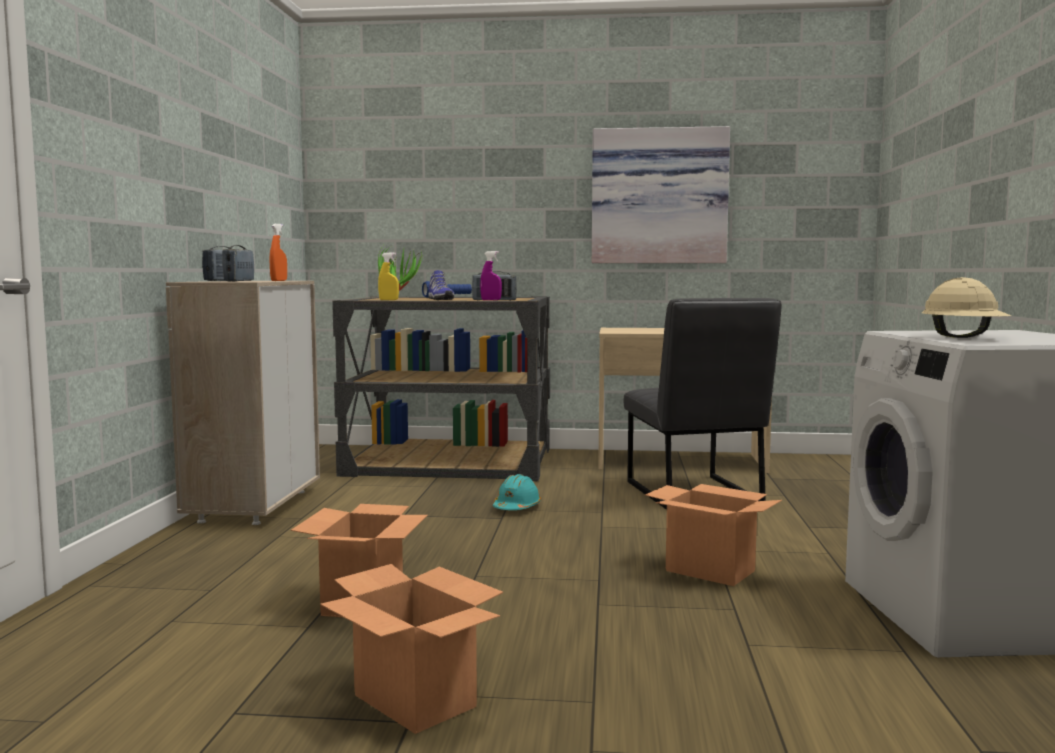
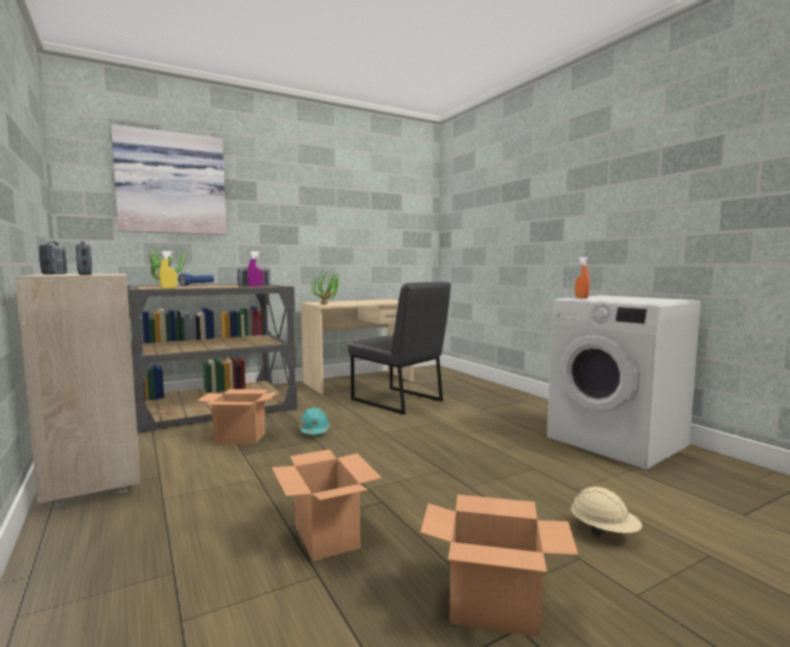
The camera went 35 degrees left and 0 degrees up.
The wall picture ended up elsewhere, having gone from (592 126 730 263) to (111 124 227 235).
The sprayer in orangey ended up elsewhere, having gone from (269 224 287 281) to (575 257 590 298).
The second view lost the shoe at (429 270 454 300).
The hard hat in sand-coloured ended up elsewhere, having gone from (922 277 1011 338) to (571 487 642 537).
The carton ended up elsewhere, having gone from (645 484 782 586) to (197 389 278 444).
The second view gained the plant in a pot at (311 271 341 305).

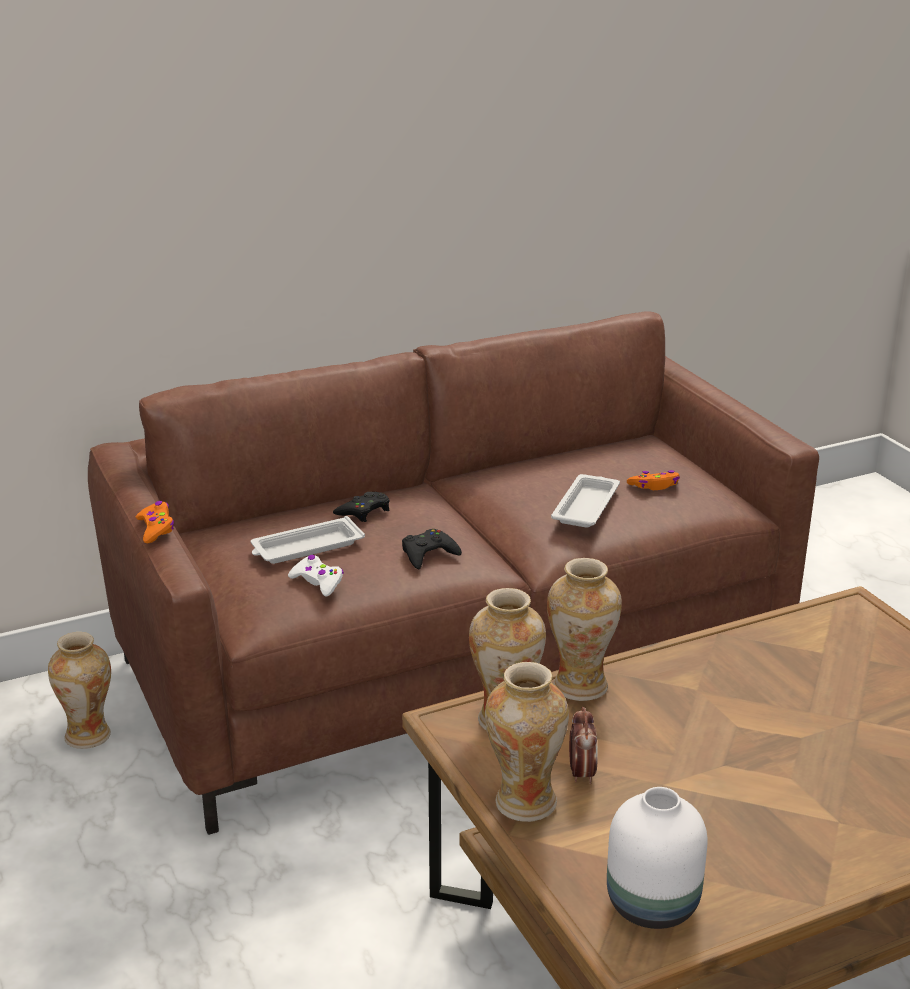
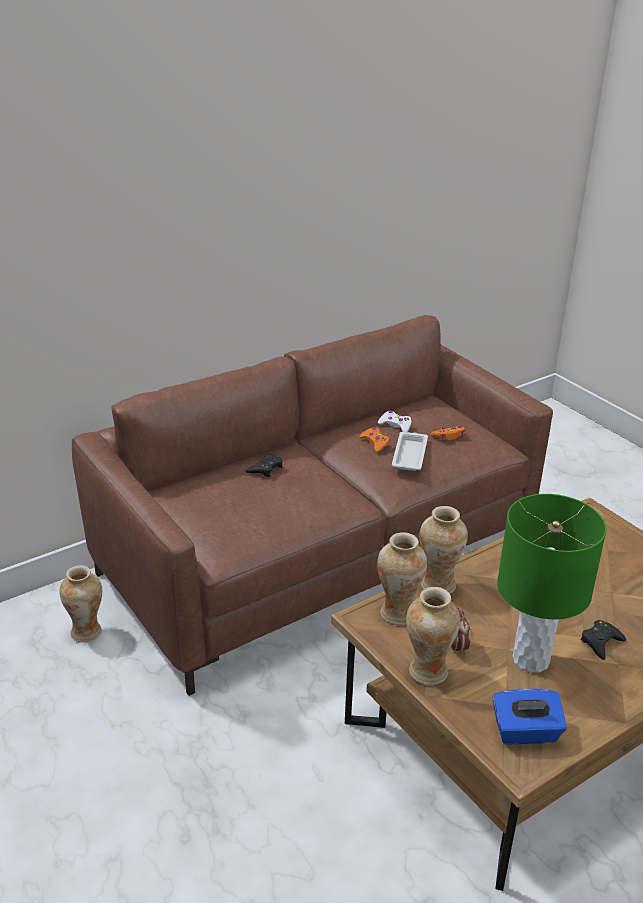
The camera went 10 degrees left and 5 degrees up.
The gamepad in orangey ended up elsewhere, having gone from (136 501 174 543) to (360 427 390 452).
The second view lost the serving tray in white at (251 516 365 564).
The gamepad in black-coloured ended up elsewhere, having gone from (402 529 462 569) to (581 620 626 660).
The gamepad in white ended up elsewhere, having gone from (288 555 344 596) to (378 410 412 432).
Where the decorative vase in white stood at (607 787 707 929), the box of tissues in blue came to stand at (493 689 567 745).
The second view gained the lamp for a table in green-coloured at (497 494 607 673).

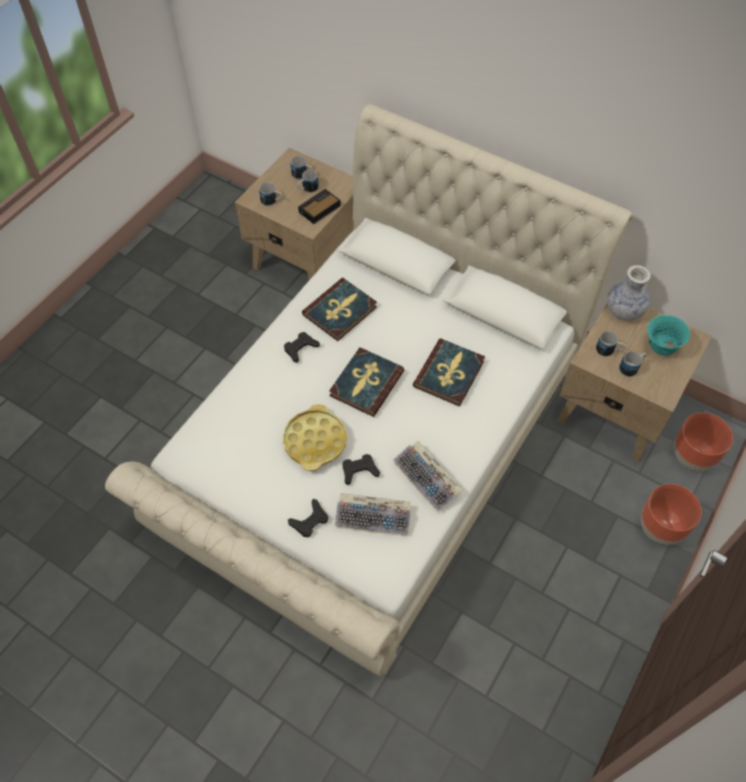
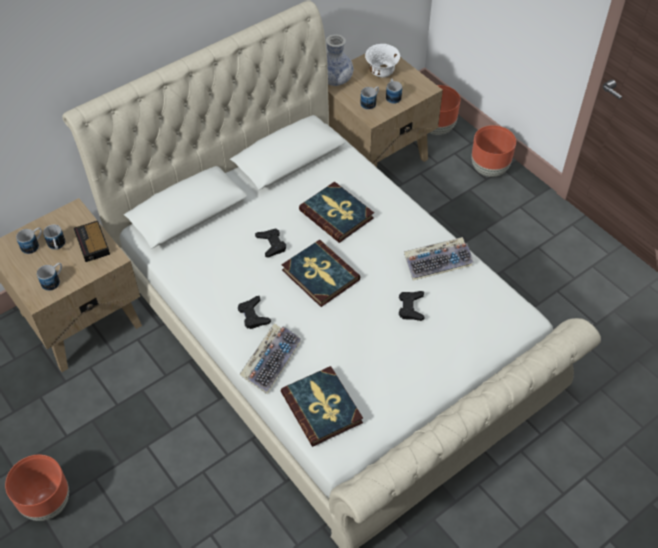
The camera went 70 degrees left and 5 degrees down.
The volume ended up elsewhere, having gone from (302 278 377 341) to (281 366 363 447).
What was the serving bowl in turquoise-coloured at (647 315 690 355) turned into the serving bowl in white at (365 44 400 78).
The second view lost the serving tray in yellowish at (282 404 347 471).
The PC keyboard ended up elsewhere, having gone from (334 493 411 536) to (239 323 301 394).
The gamepad in black-coloured ended up elsewhere, having gone from (288 498 328 538) to (255 229 286 258).
The second view gained the planter in brownish at (5 455 69 521).

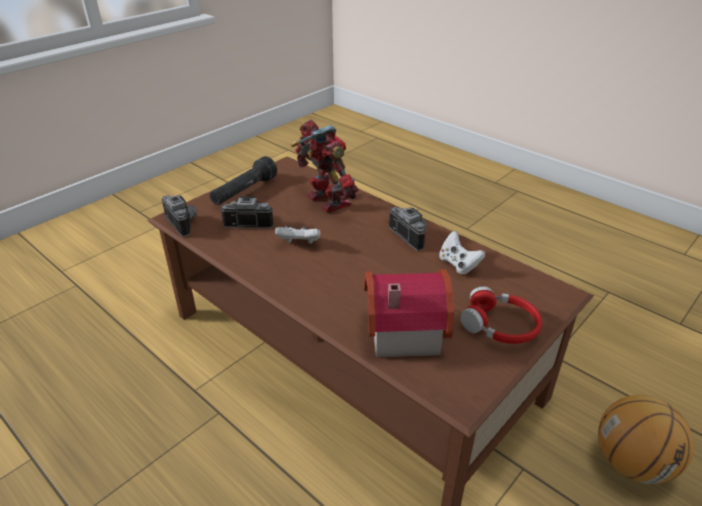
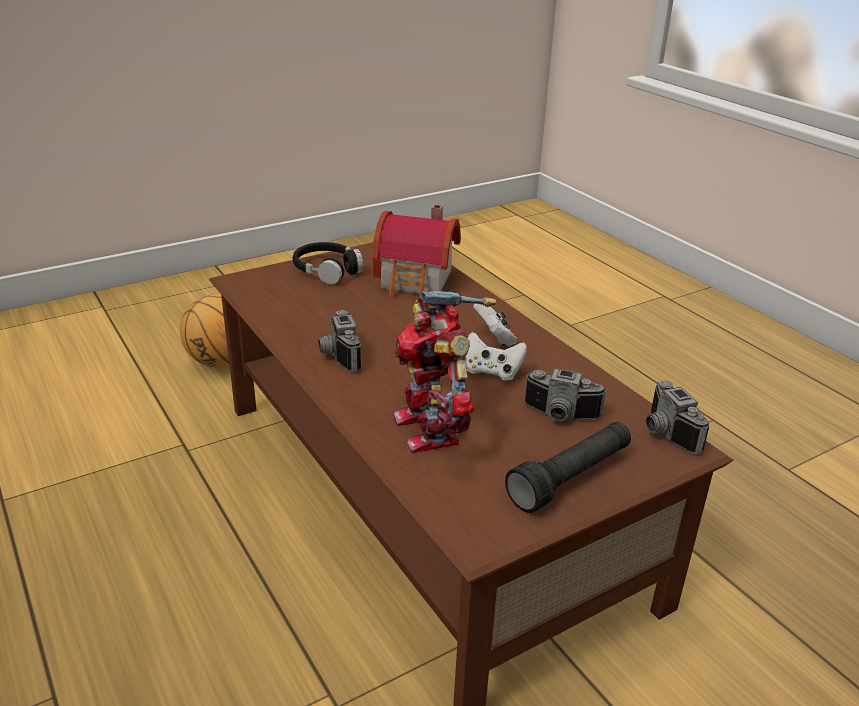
The camera went 165 degrees left and 5 degrees down.
The gamepad in white ended up elsewhere, having gone from (439 231 485 274) to (473 304 517 346).
What was the headphones in red-coloured at (460 286 542 344) turned into the headphones in black-coloured at (293 242 363 285).

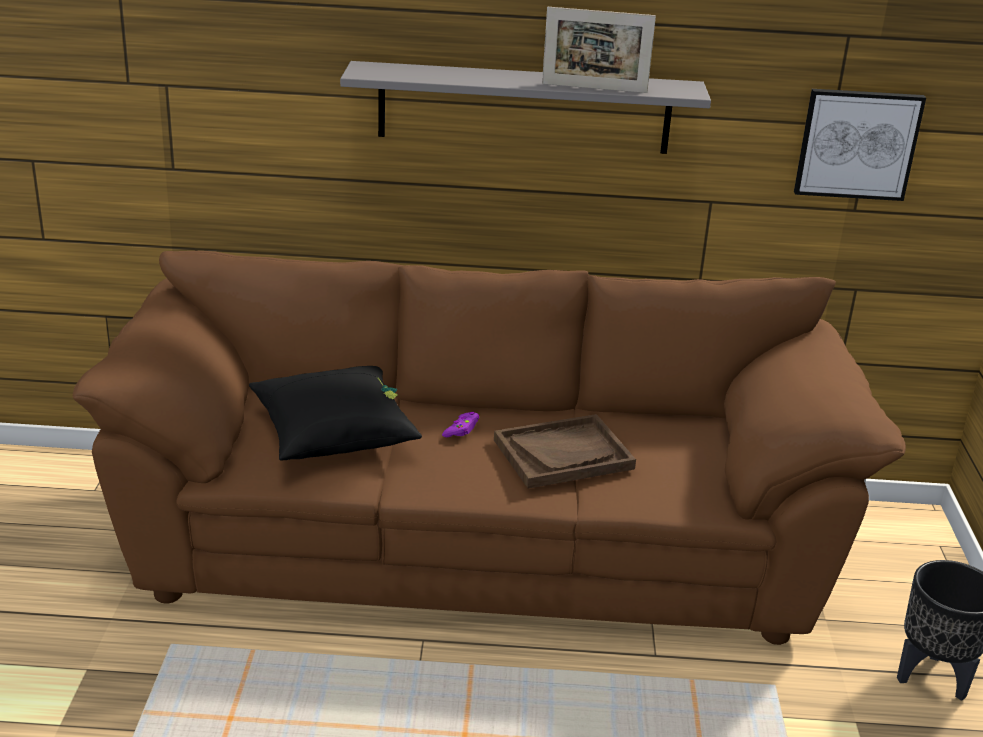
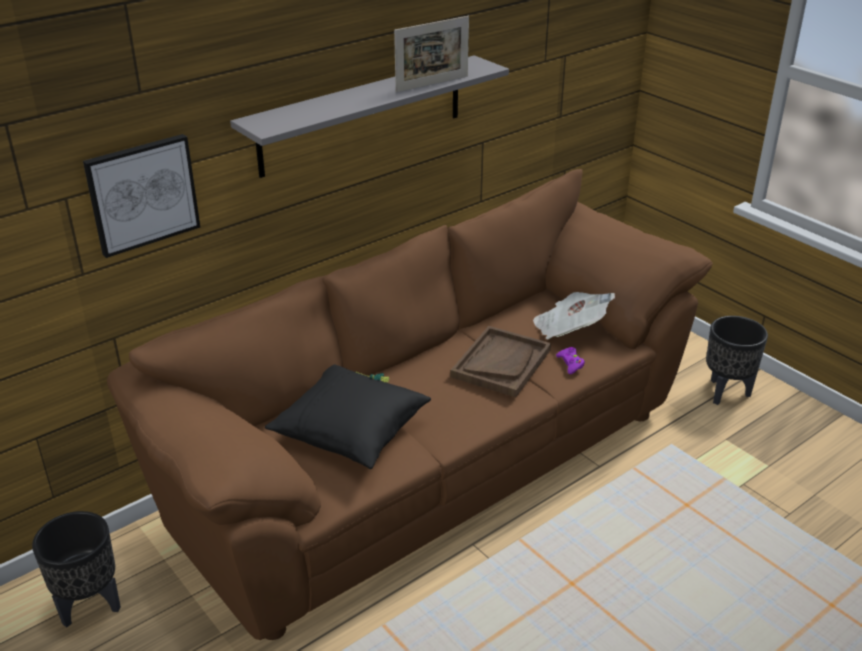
The camera went 40 degrees left and 5 degrees up.
The wall picture ended up elsewhere, having gone from (794 89 926 201) to (83 134 200 258).
The gamepad in purple-coloured ended up elsewhere, having gone from (442 412 479 437) to (556 347 585 374).
The second view gained the newspaper at (533 292 615 340).
The second view gained the planter in black-coloured at (32 511 121 628).

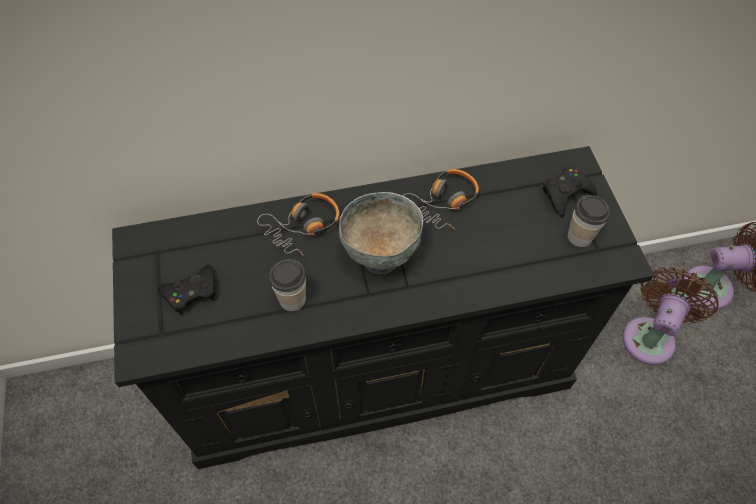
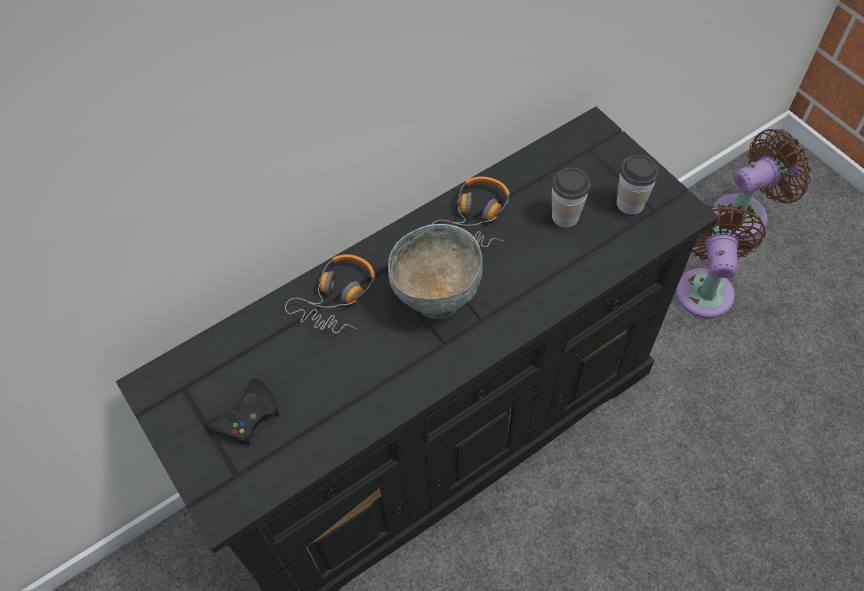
The camera went 20 degrees left and 0 degrees up.
The second view lost the gamepad in black-coloured at (542 167 597 217).
The small cup ended up elsewhere, having gone from (269 259 306 311) to (552 168 590 228).

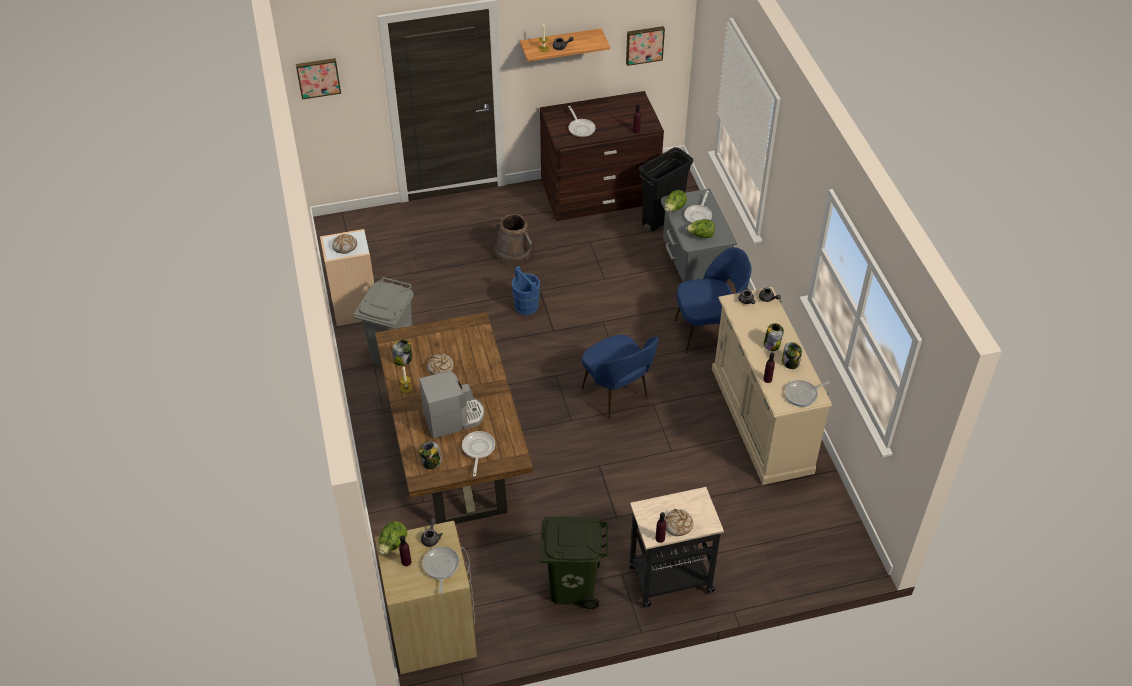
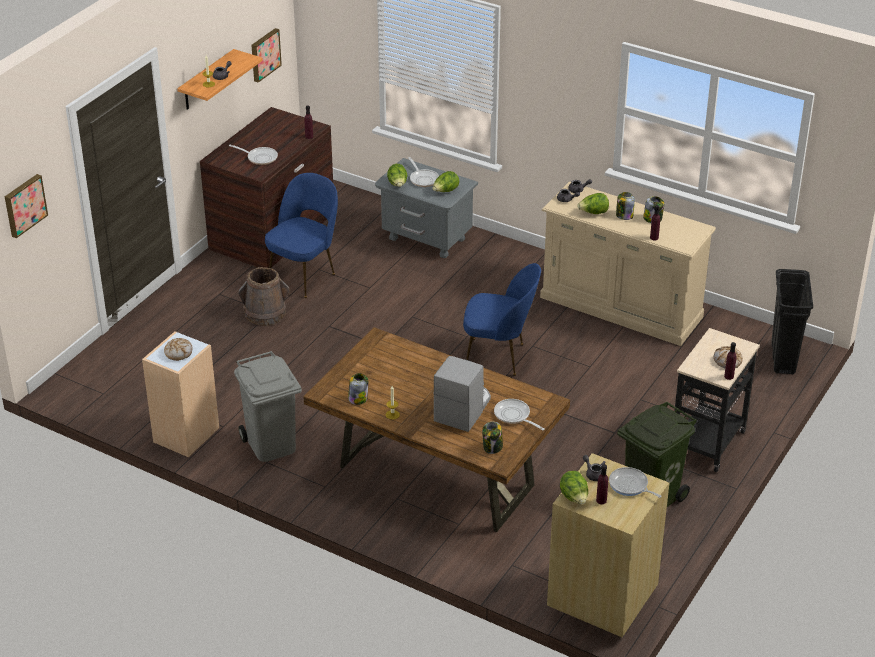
The camera went 45 degrees left and 10 degrees down.
The trash can in black-coloured ended up elsewhere, having gone from (639 147 693 232) to (771 269 813 374).
The plain chair in blue ended up elsewhere, having gone from (674 247 752 353) to (265 173 338 298).
The second view lost the pail in blue at (512 266 540 315).
The second view lost the bakery bread at (427 353 454 375).
The second view lost the frying pan at (785 380 830 407).
The second view gained the lettuce head at (577 193 609 214).

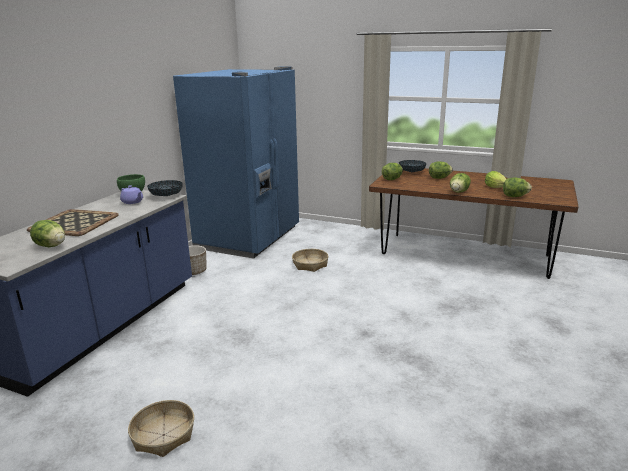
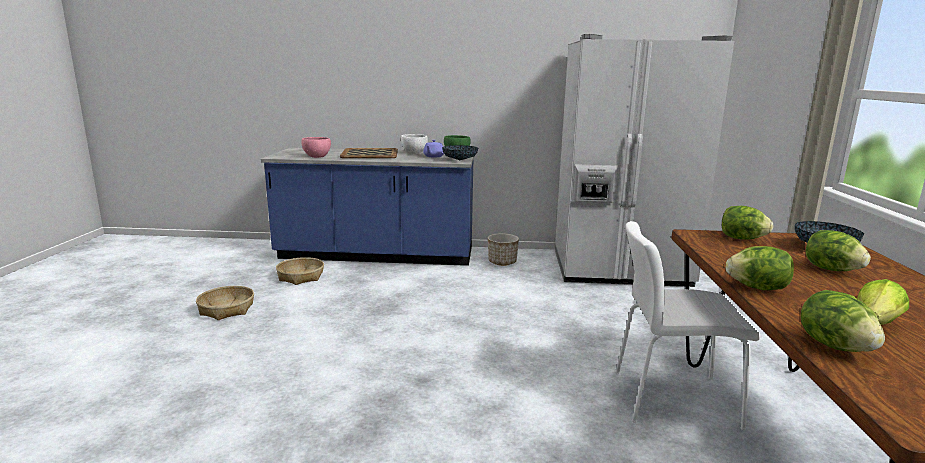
The camera went 70 degrees right and 5 degrees down.
What was the fridge in blue at (173 66 299 259) turned into the fridge in white at (555 34 734 287).
Where the lettuce head stood at (30 220 65 247), the serving bowl in pink-coloured came to stand at (301 137 331 158).
The storage basket ended up elsewhere, having gone from (292 249 328 272) to (276 257 324 285).
The second view gained the serving bowl in white at (401 134 428 154).
The second view gained the plain chair in white at (615 221 760 431).

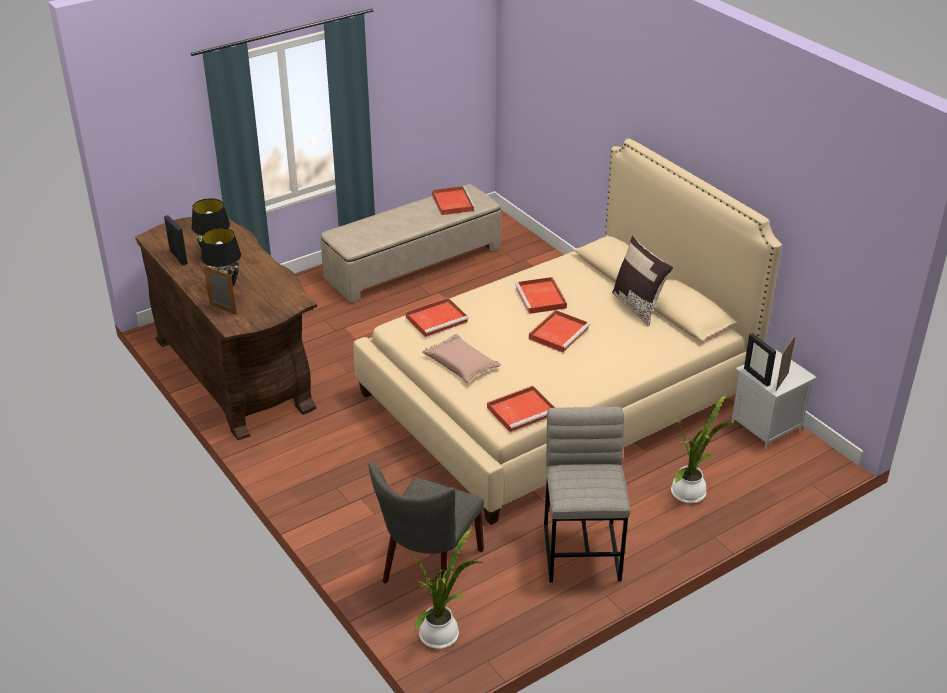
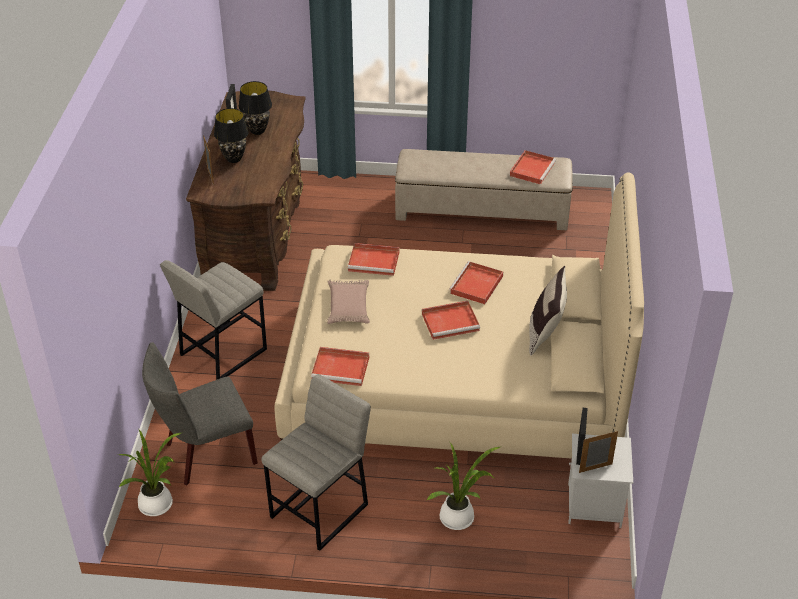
The camera went 40 degrees right and 5 degrees up.
The second view gained the plain chair in grey at (160 260 267 380).

